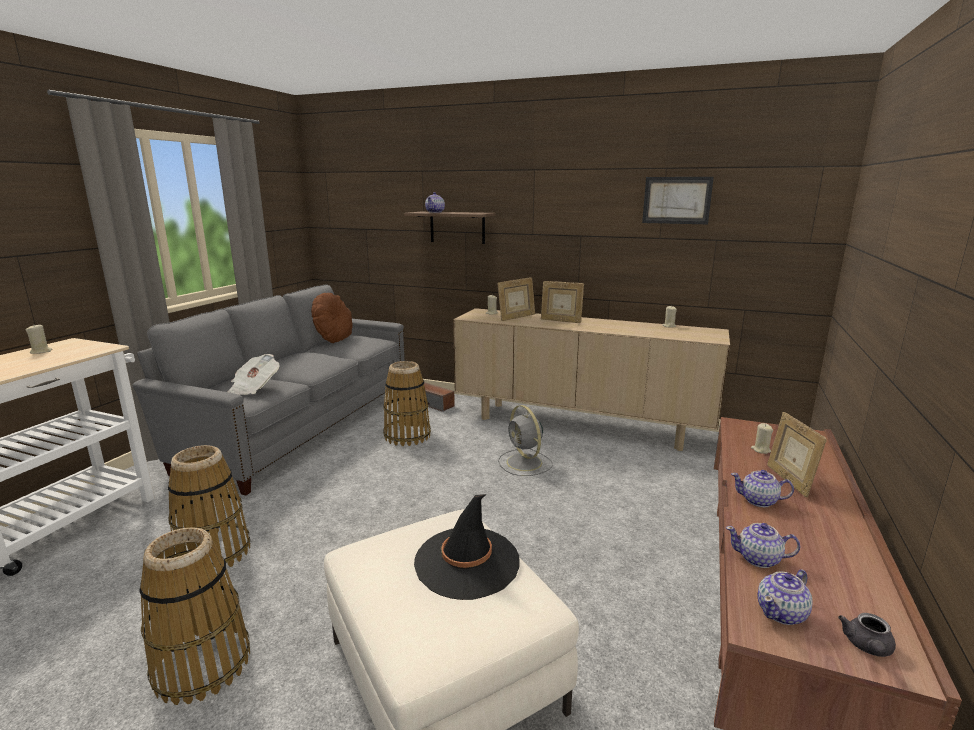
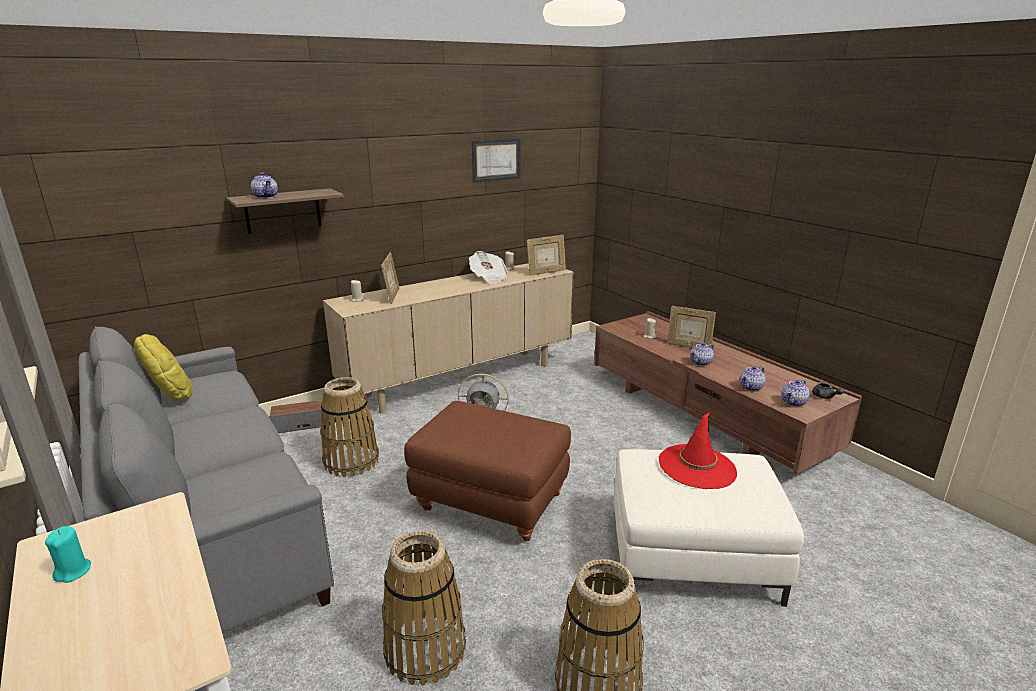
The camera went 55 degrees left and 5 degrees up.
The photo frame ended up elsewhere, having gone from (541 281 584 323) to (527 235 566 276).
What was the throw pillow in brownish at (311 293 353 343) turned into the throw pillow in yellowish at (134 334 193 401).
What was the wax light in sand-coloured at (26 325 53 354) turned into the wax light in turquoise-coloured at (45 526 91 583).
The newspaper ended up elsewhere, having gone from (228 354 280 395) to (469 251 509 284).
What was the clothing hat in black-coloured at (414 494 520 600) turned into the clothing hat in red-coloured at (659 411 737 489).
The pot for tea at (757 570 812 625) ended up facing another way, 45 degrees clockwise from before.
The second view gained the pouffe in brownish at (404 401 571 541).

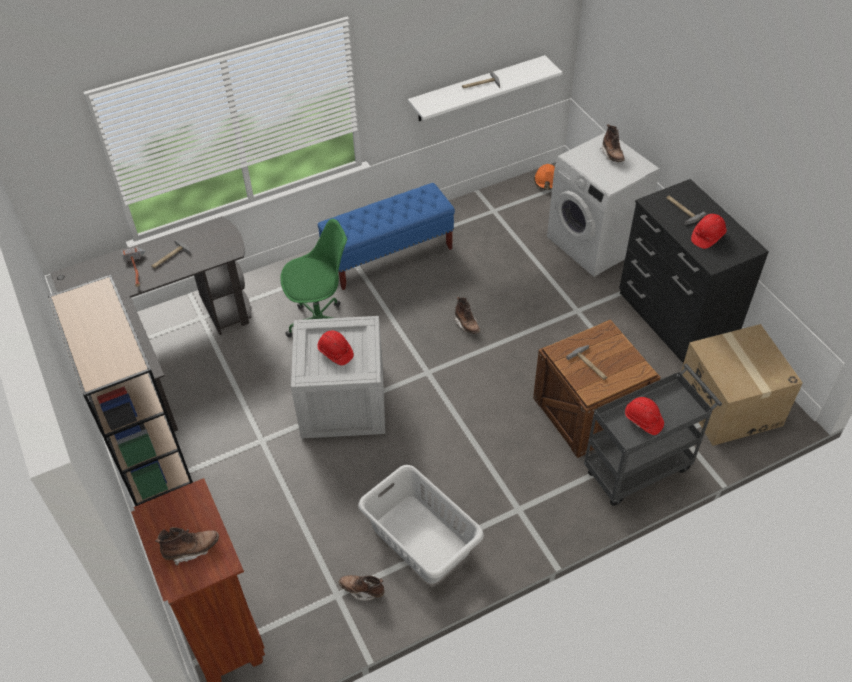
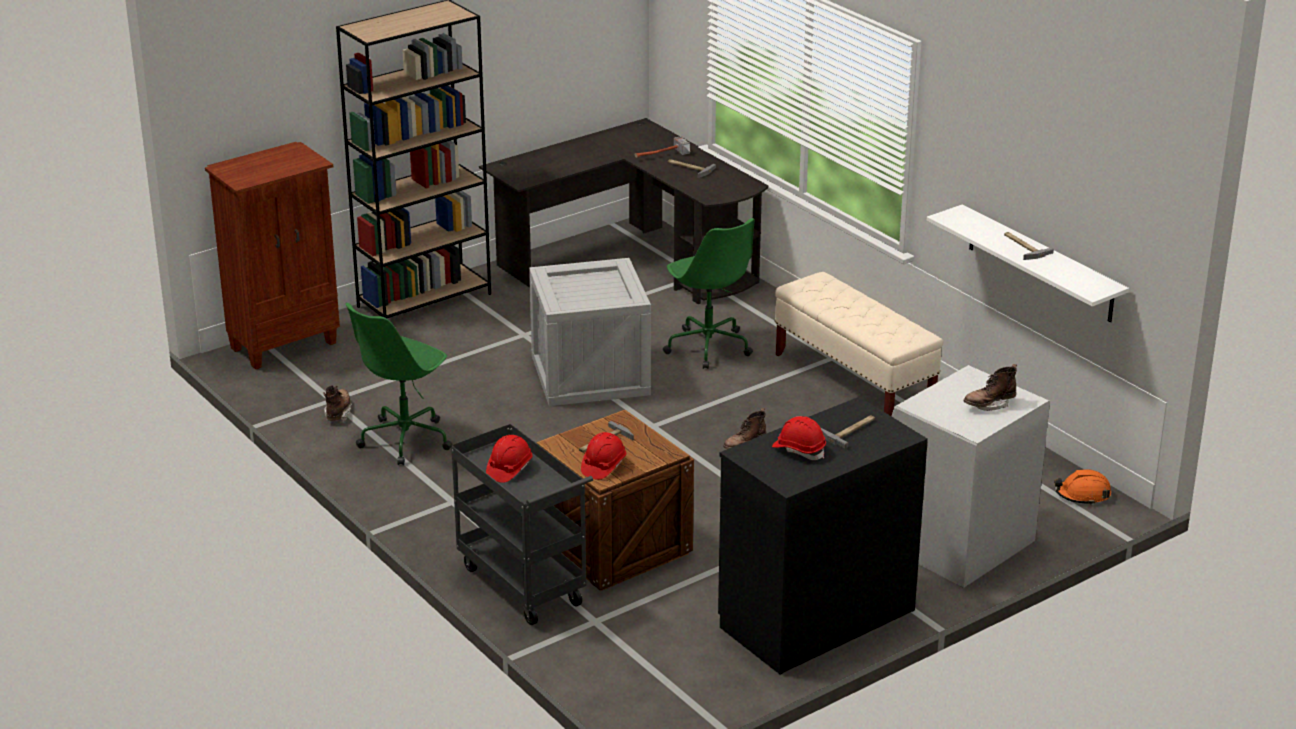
The camera went 80 degrees right and 20 degrees down.
What was the bench in blue at (318 183 455 290) turned into the bench in sand-coloured at (775 272 943 416).
The second view lost the carton at (681 324 803 446).
The hard hat in red-coloured ended up elsewhere, having gone from (317 331 354 365) to (581 432 626 480).
Where the washing basket in grey stood at (358 465 484 584), the desk chair in green-coloured came to stand at (346 303 453 465).
The second view lost the tall boot in brownish at (155 527 219 566).

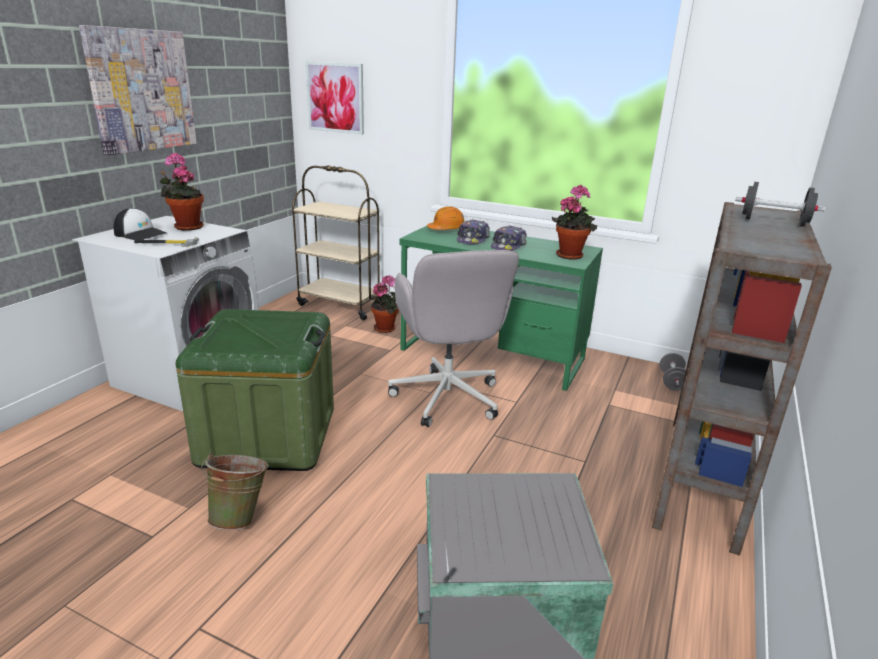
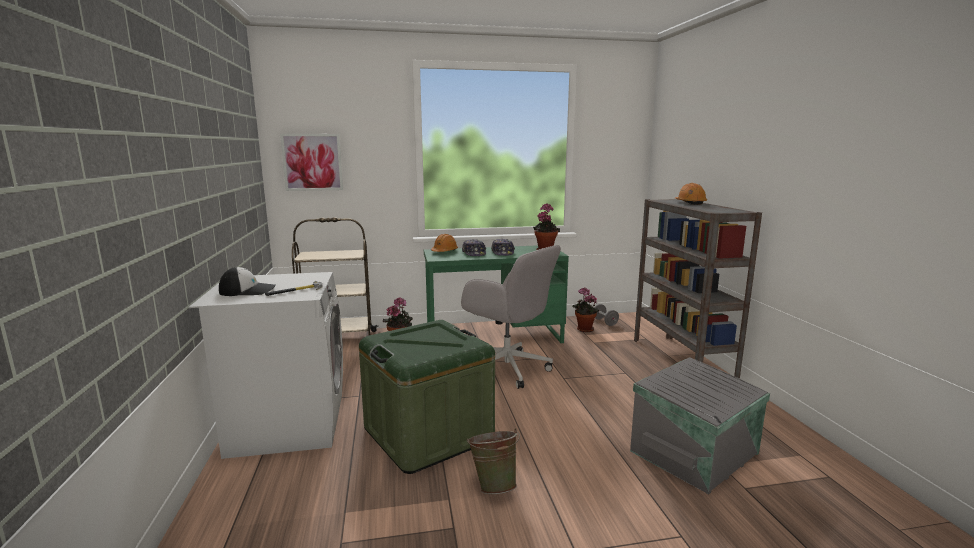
The camera went 35 degrees left and 10 degrees down.
The second view lost the wall picture at (79 25 197 155).
The plant in a pot ended up elsewhere, having gone from (160 153 204 231) to (572 287 599 332).
Where the dumbbell in black-coloured stood at (735 182 825 227), the hard hat in orangey came to stand at (675 183 707 205).

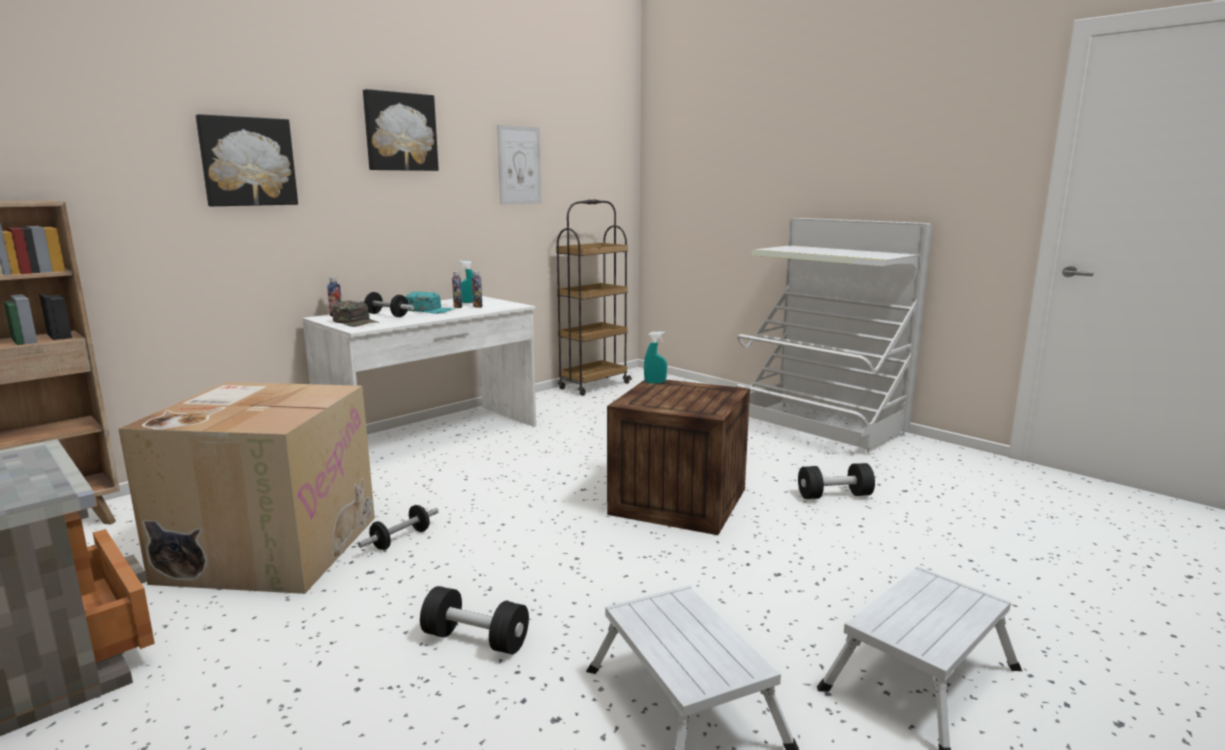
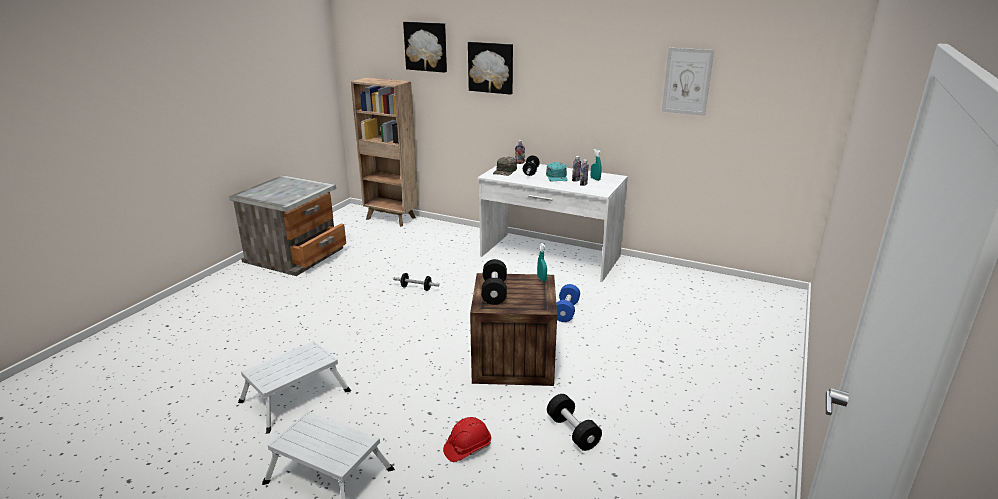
The camera went 70 degrees right and 10 degrees up.
The wall picture ended up elsewhere, having gone from (363 89 439 171) to (403 22 447 73).
The second view lost the cart in brownish at (556 200 632 396).
The second view lost the shoe stand in white at (736 218 933 456).
The second view lost the carton at (118 382 375 594).
The dumbbell in black-coloured ended up elsewhere, having gone from (420 586 529 654) to (481 259 507 305).
The second view gained the dumbbell in blue at (556 284 580 322).
The second view gained the hard hat in red-coloured at (443 417 491 462).

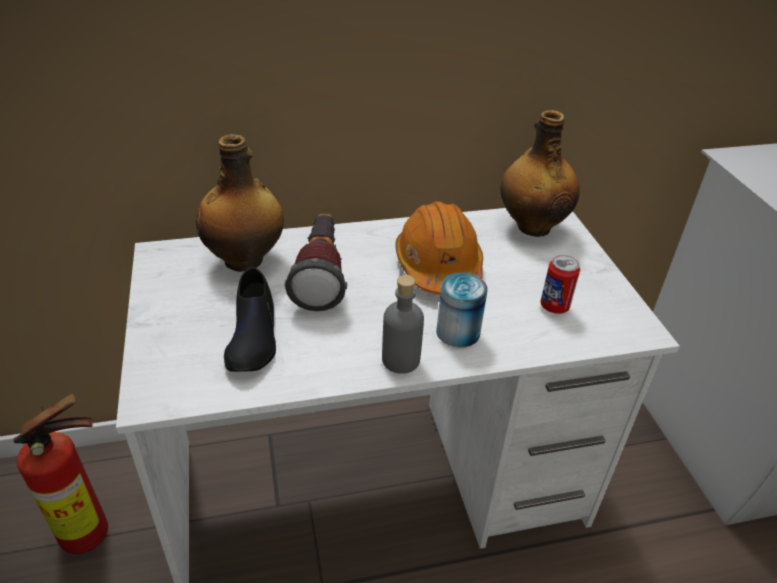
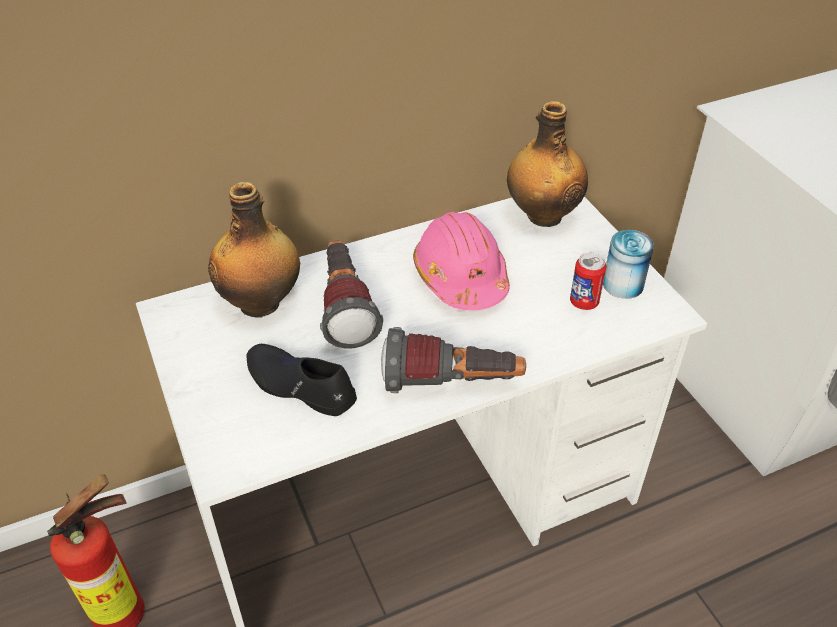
The camera went 10 degrees left and 5 degrees up.
What was the hard hat in orangey at (395 201 483 295) turned into the hard hat in pink-coloured at (413 212 510 310).
The shoe in black-coloured at (224 267 276 372) ended up facing another way, 135 degrees clockwise from before.
The can ended up elsewhere, having gone from (436 273 488 348) to (603 230 654 299).
Where the bottle in grey stood at (382 275 424 374), the torch came to stand at (381 327 526 393).

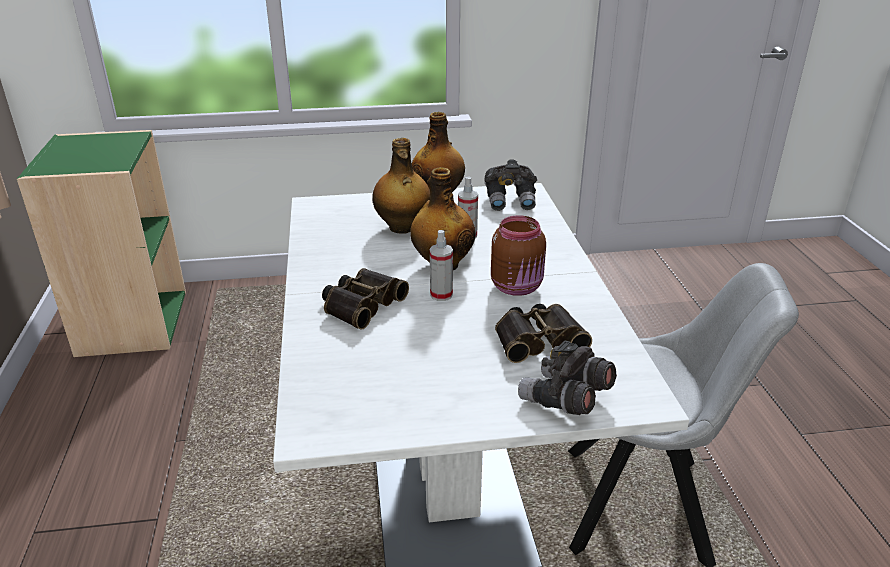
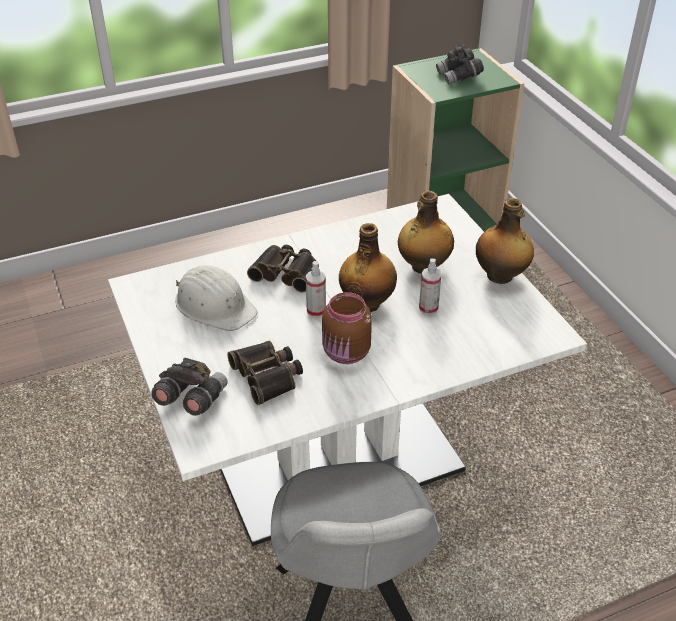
The camera went 75 degrees right and 10 degrees up.
The pair of binoculars in grey ended up elsewhere, having gone from (485 159 537 211) to (436 44 484 85).
The second view gained the hard hat in white at (175 265 257 331).

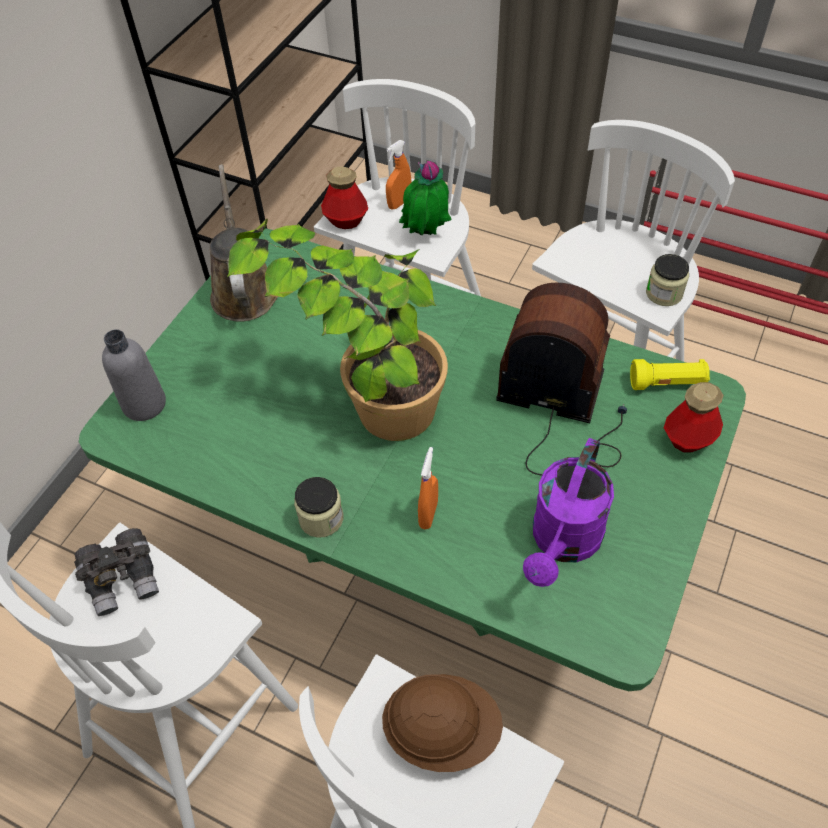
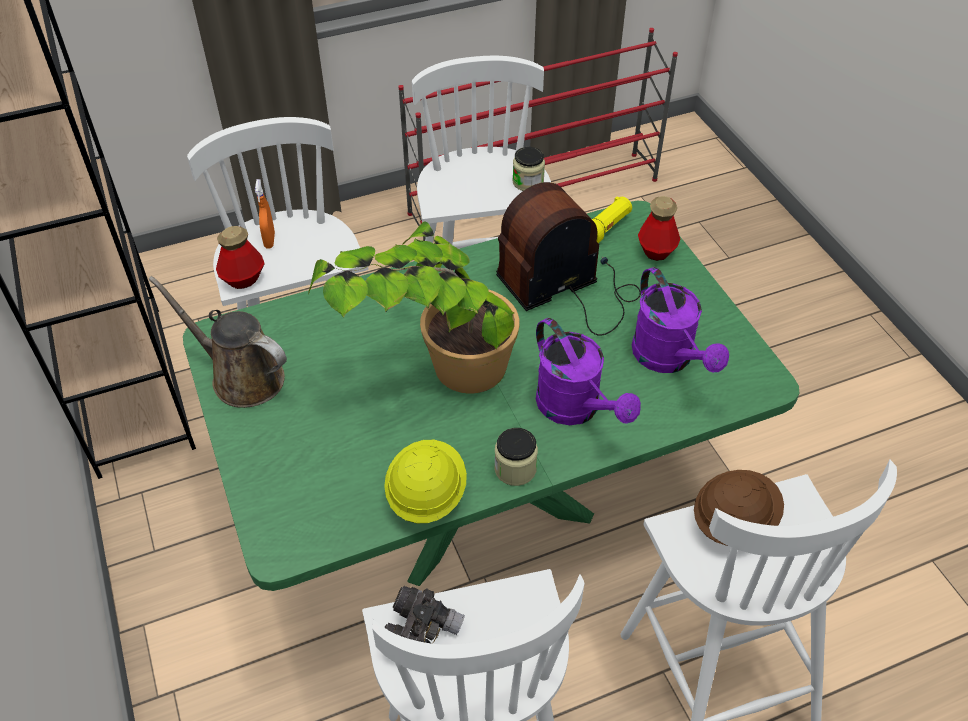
The camera went 50 degrees left and 5 degrees down.
The second view lost the plant in a pot at (399 161 452 235).
The second view lost the bottle in grey at (102 329 166 421).
Where the sprayer in orangey stood at (418 447 438 529), the sprinkling can in purple-coloured came to stand at (536 318 641 425).
The second view gained the hard hat in yellowish at (384 440 467 523).

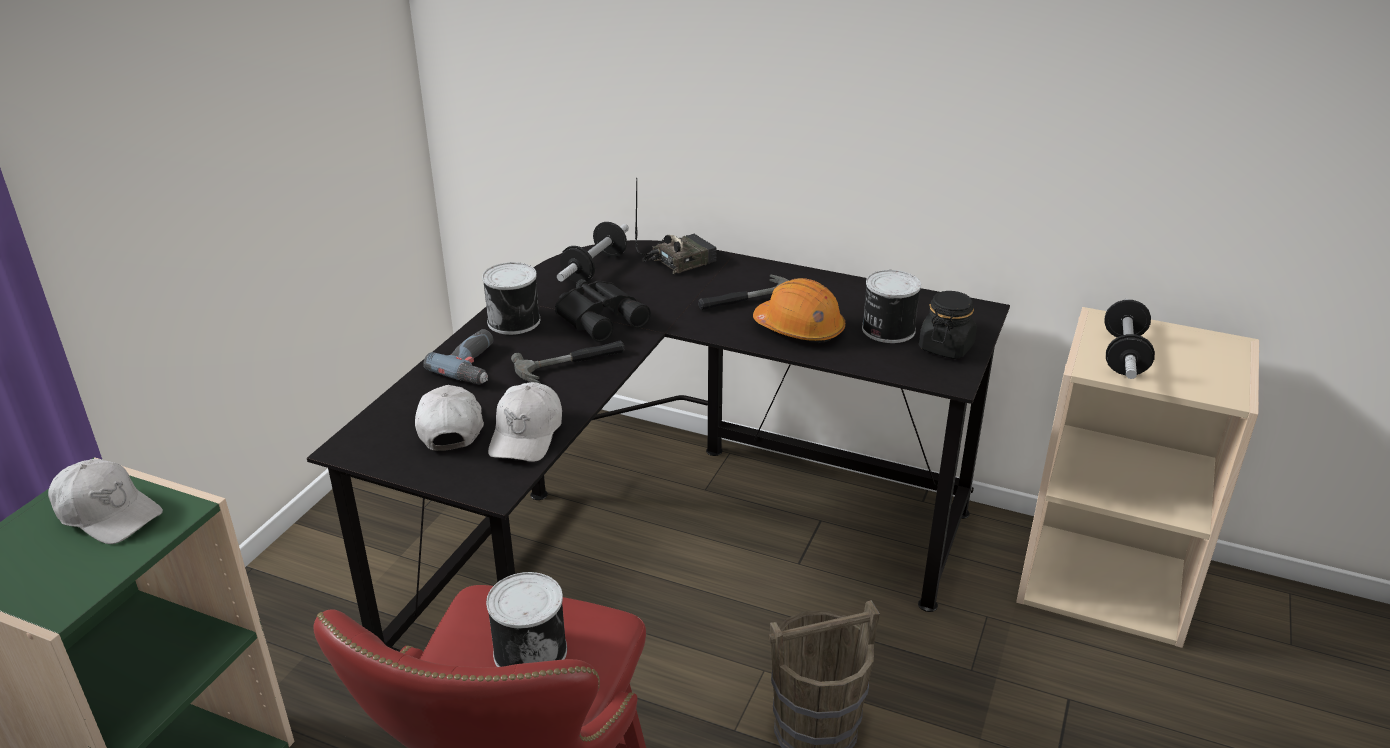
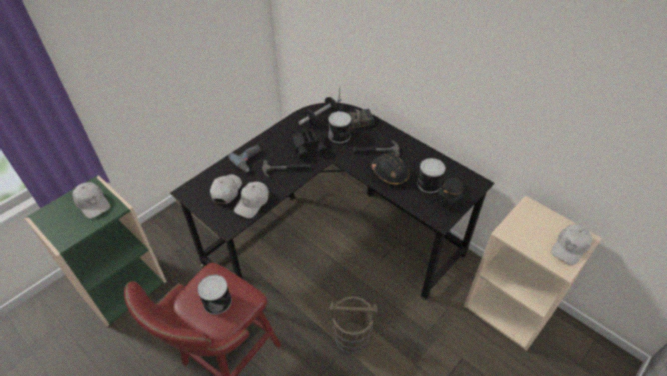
The camera went 20 degrees right and 15 degrees up.
The can ended up elsewhere, having gone from (482 262 540 335) to (328 111 351 143).
What was the hard hat in orangey at (753 278 845 343) turned into the hard hat in black-coloured at (371 152 410 185).
The second view lost the dumbbell at (1105 299 1155 379).
The second view gained the cap in white at (551 225 592 265).

